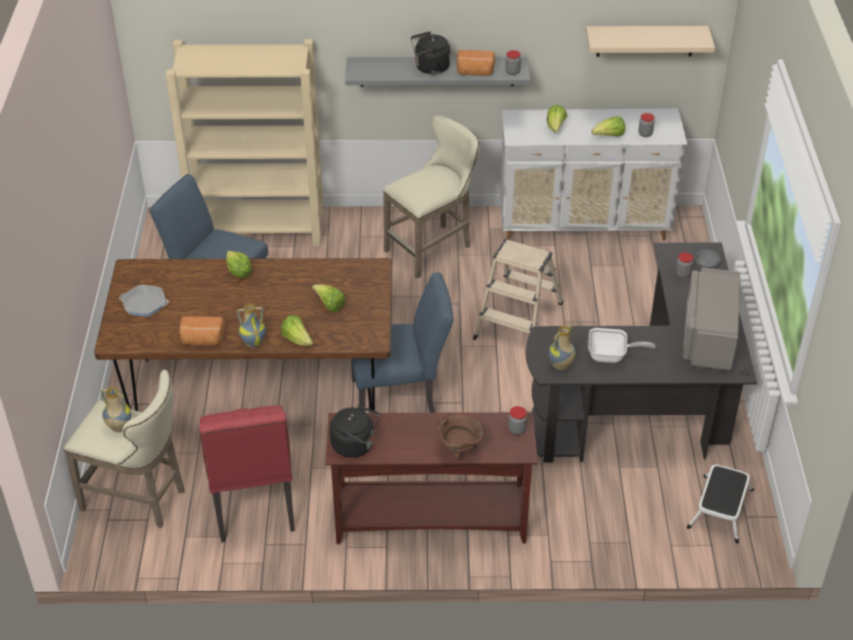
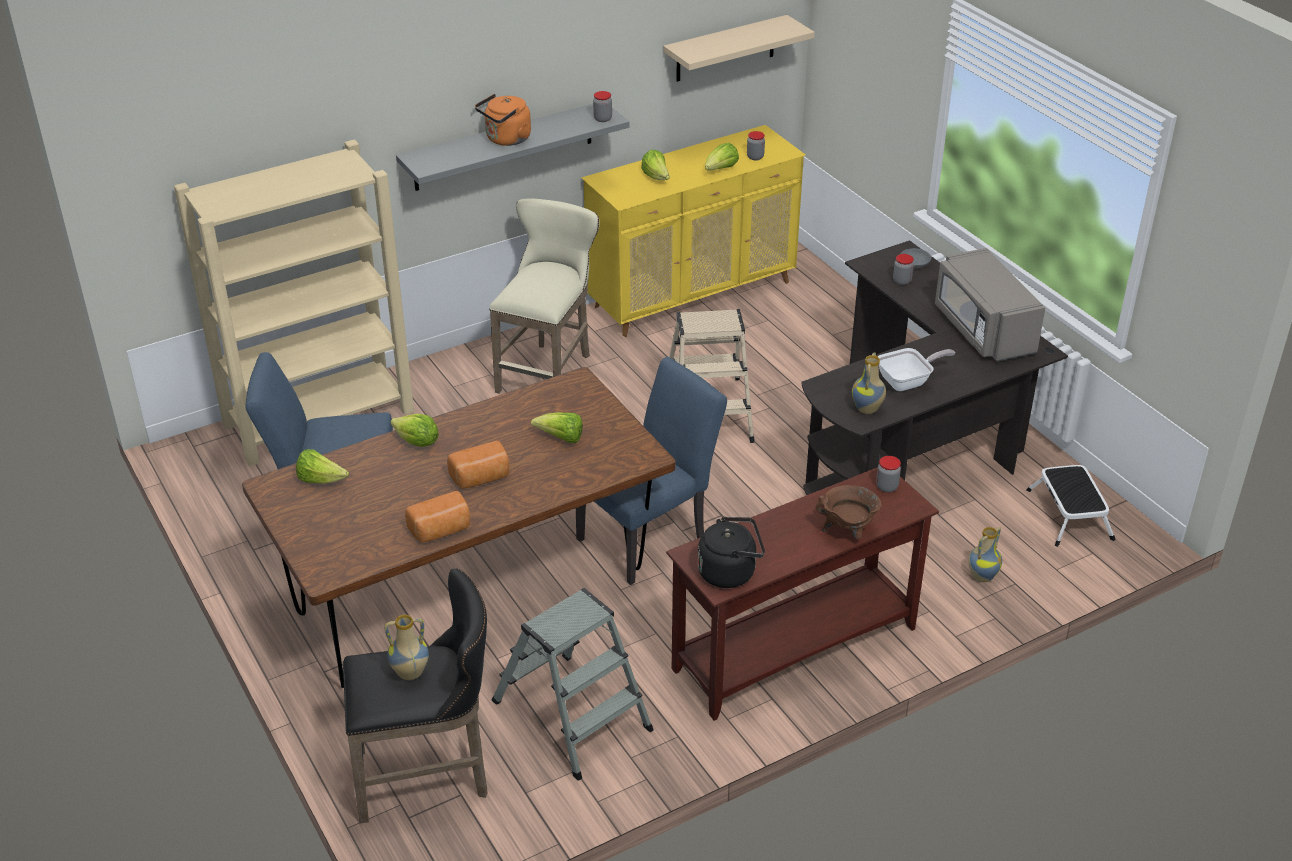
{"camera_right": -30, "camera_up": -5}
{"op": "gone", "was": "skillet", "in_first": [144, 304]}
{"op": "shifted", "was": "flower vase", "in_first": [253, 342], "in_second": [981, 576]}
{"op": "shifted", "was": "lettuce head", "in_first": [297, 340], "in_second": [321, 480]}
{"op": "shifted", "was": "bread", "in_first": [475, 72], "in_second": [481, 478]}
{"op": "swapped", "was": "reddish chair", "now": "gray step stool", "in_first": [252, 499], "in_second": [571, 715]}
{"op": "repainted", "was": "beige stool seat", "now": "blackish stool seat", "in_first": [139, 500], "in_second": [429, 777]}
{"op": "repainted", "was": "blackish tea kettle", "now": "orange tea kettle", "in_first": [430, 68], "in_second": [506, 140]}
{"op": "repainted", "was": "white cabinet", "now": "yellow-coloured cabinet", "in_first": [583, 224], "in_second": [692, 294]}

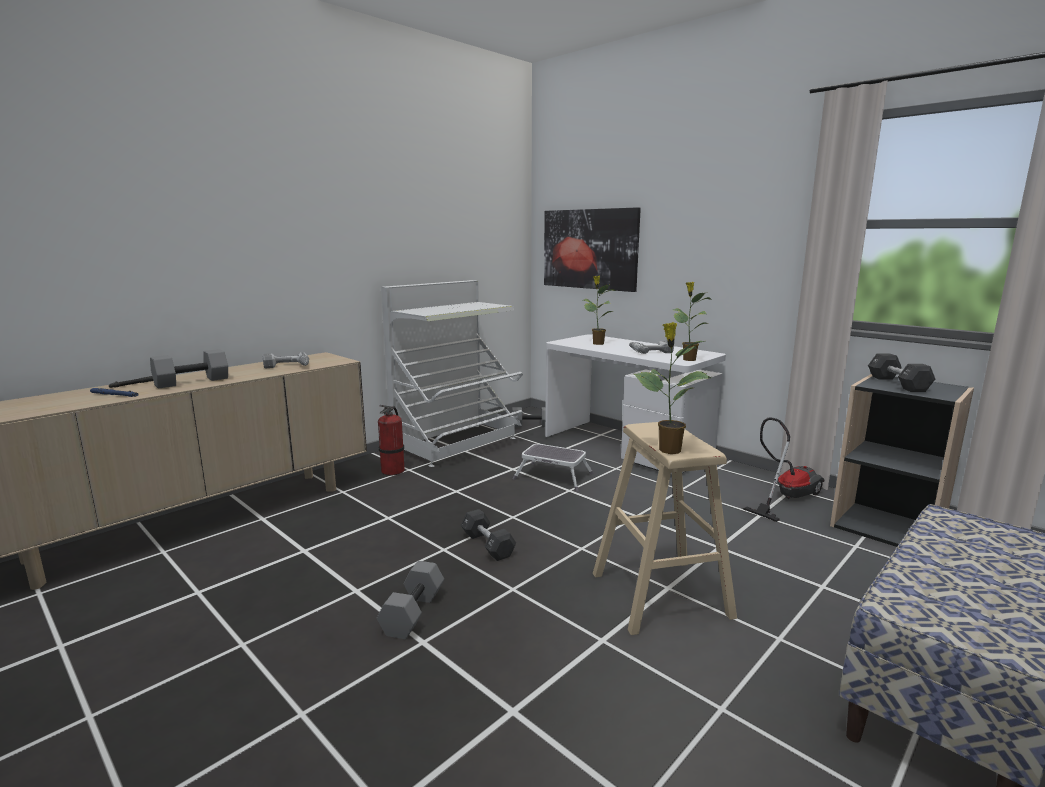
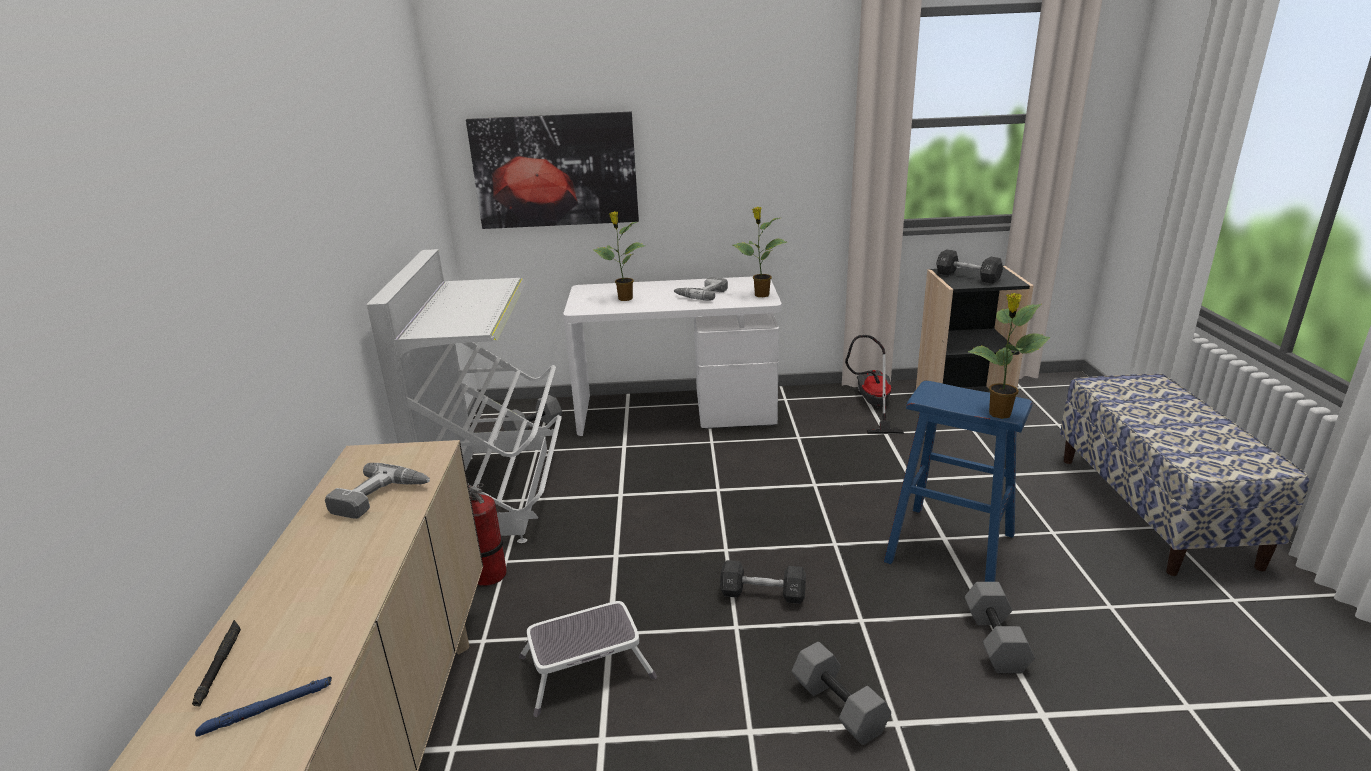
{"camera_right": -45, "camera_up": 10}
{"op": "shifted", "was": "gray free weight", "in_first": [191, 382], "in_second": [997, 641]}
{"op": "shifted", "was": "gray step stool", "in_first": [553, 476], "in_second": [586, 667]}
{"op": "repainted", "was": "beige stool seat", "now": "blue stool seat", "in_first": [660, 595], "in_second": [950, 548]}

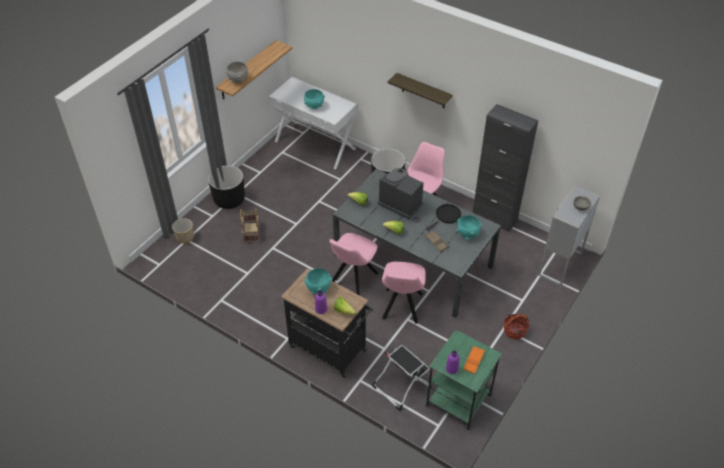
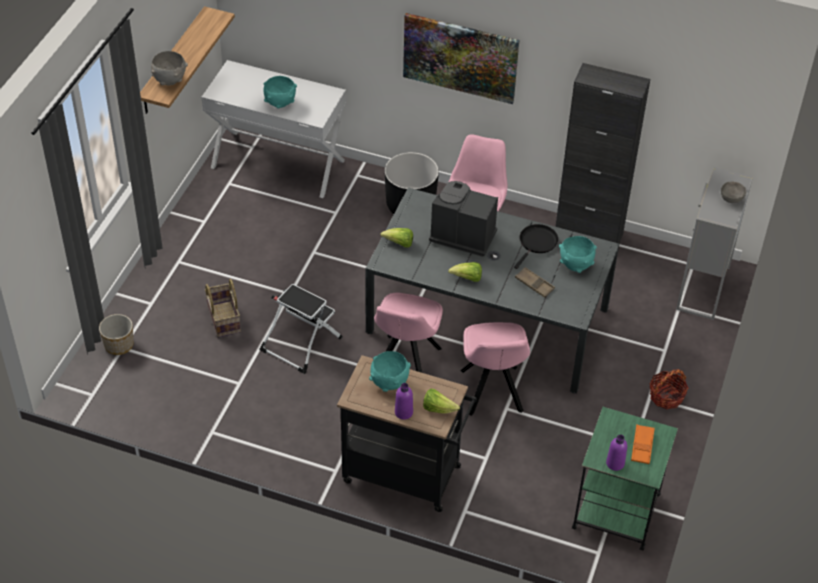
{"camera_right": -15, "camera_up": 0}
{"op": "gone", "was": "blackish planter", "in_first": [229, 199]}
{"op": "shifted", "was": "step stool", "in_first": [402, 384], "in_second": [300, 341]}
{"op": "swapped", "was": "wall shelf", "now": "wall picture", "in_first": [423, 91], "in_second": [460, 57]}

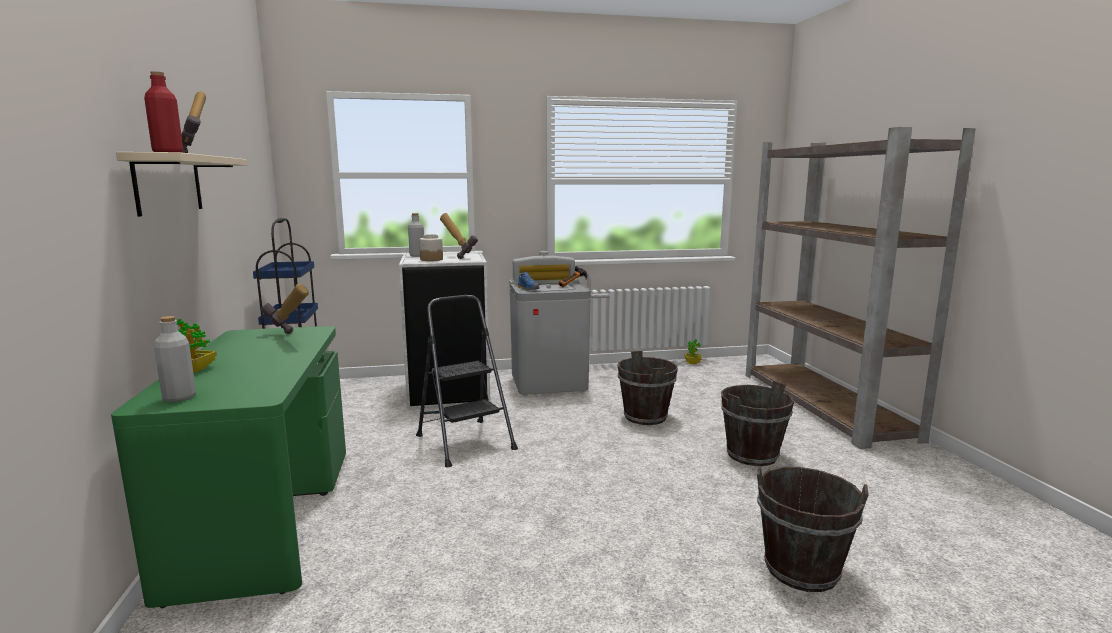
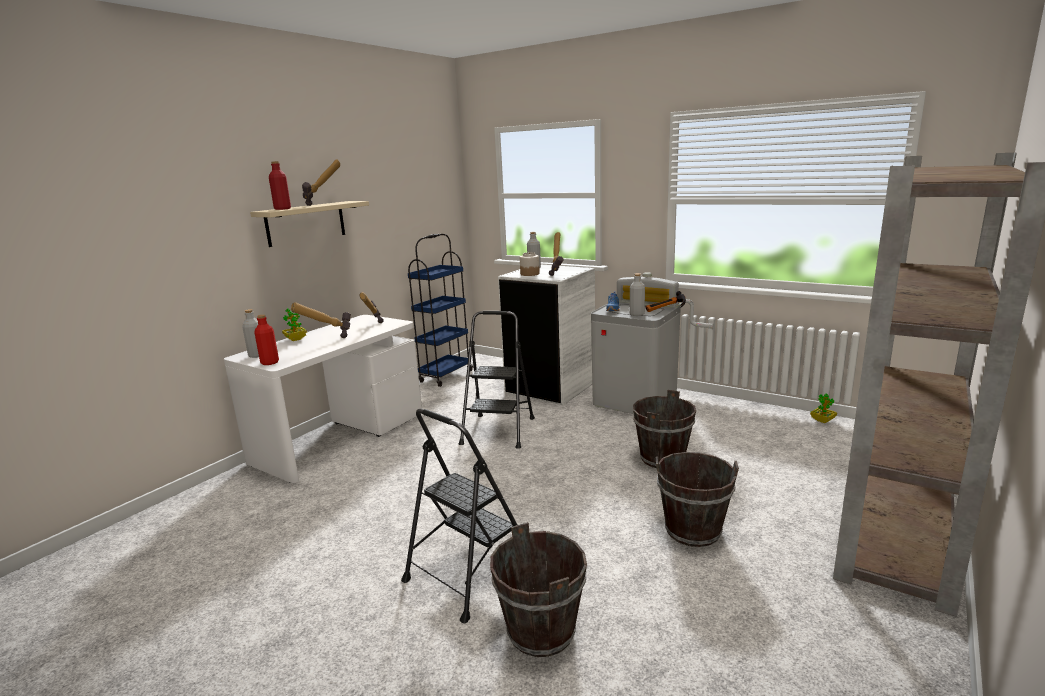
{"camera_right": 45, "camera_up": 5}
{"op": "new", "now": "reddish beverage bottle", "in_second": [270, 362]}
{"op": "new", "now": "tool hammer", "in_second": [326, 340]}
{"op": "new", "now": "blackish step stool", "in_second": [468, 573]}
{"op": "new", "now": "gray beverage bottle", "in_second": [637, 314]}
{"op": "repainted", "was": "greenish desk unit", "now": "white desk unit", "in_first": [266, 515], "in_second": [341, 437]}

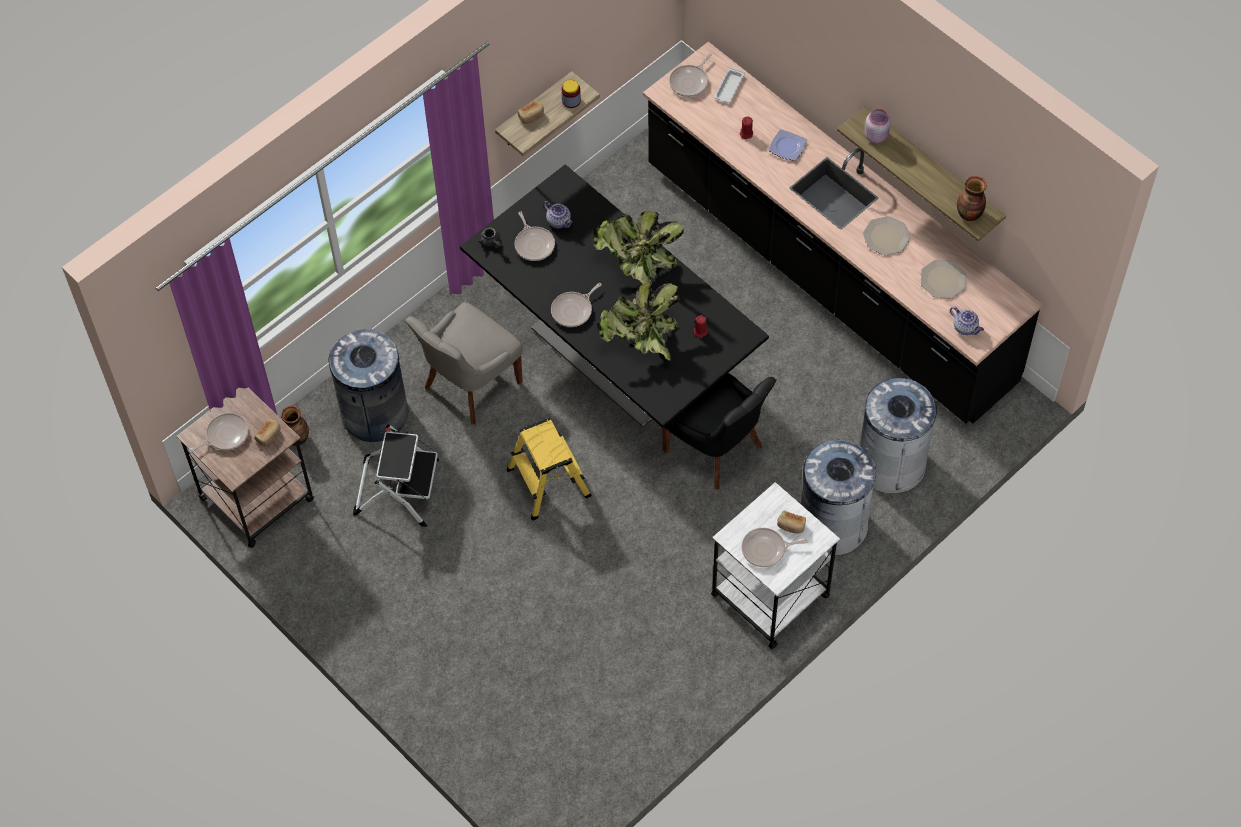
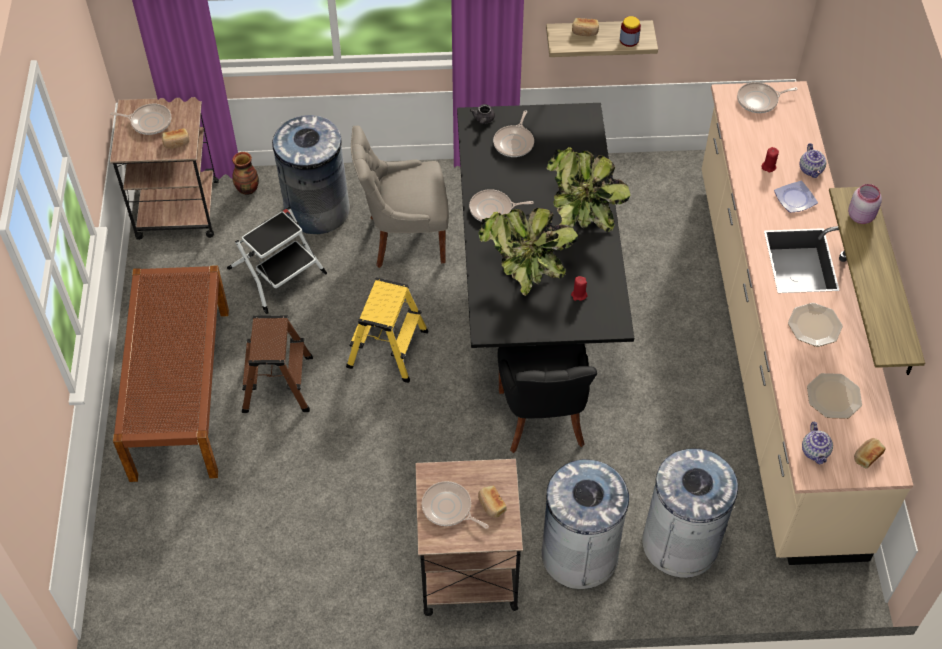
{"camera_right": 40, "camera_up": -5}
{"op": "gone", "was": "white serving tray", "in_first": [729, 88]}
{"op": "gone", "was": "flower vase", "in_first": [969, 214]}
{"op": "new", "now": "brownish long seat", "in_second": [180, 392]}
{"op": "new", "now": "brownish step stool", "in_second": [277, 383]}
{"op": "new", "now": "bread", "in_second": [867, 456]}
{"op": "shifted", "was": "tea pot", "in_first": [559, 221], "in_second": [811, 170]}
{"op": "repainted", "was": "blackish kitchen base unit", "now": "beige kitchen base unit", "in_first": [827, 274], "in_second": [773, 352]}
{"op": "repainted", "was": "white cart", "now": "brownish cart", "in_first": [769, 597], "in_second": [466, 570]}

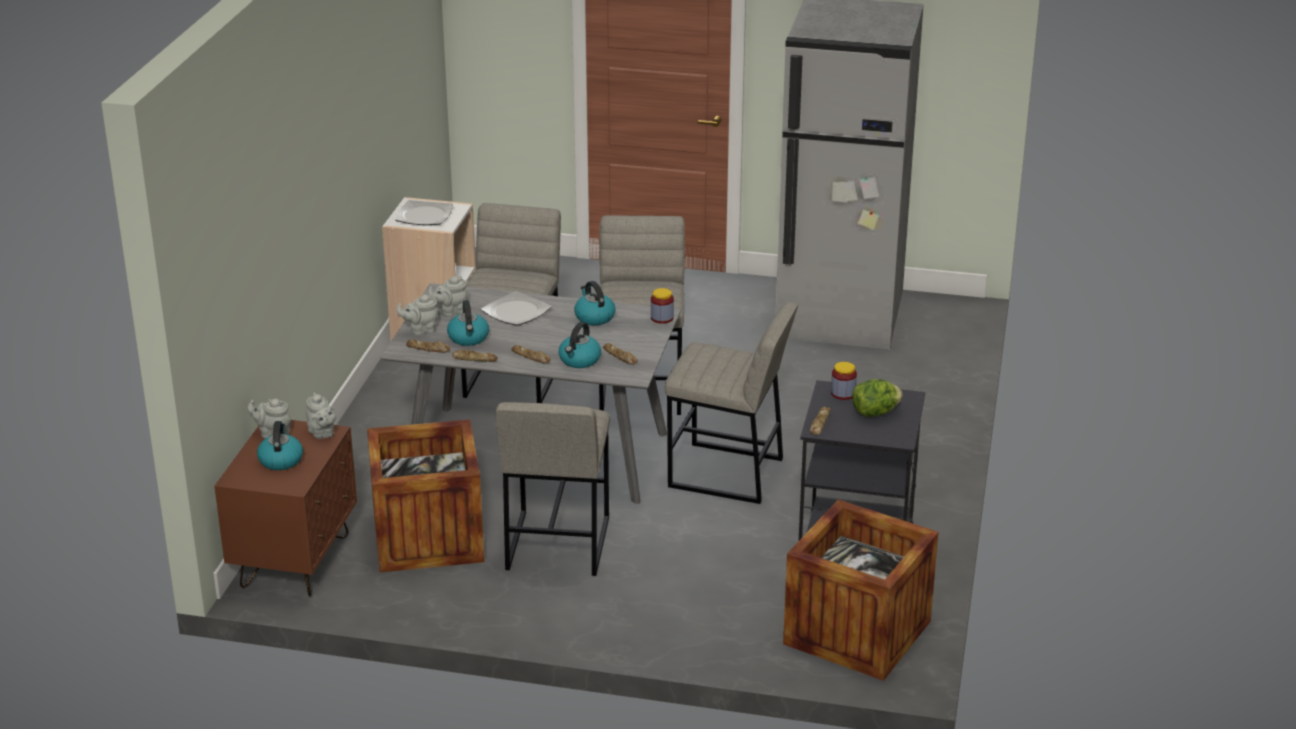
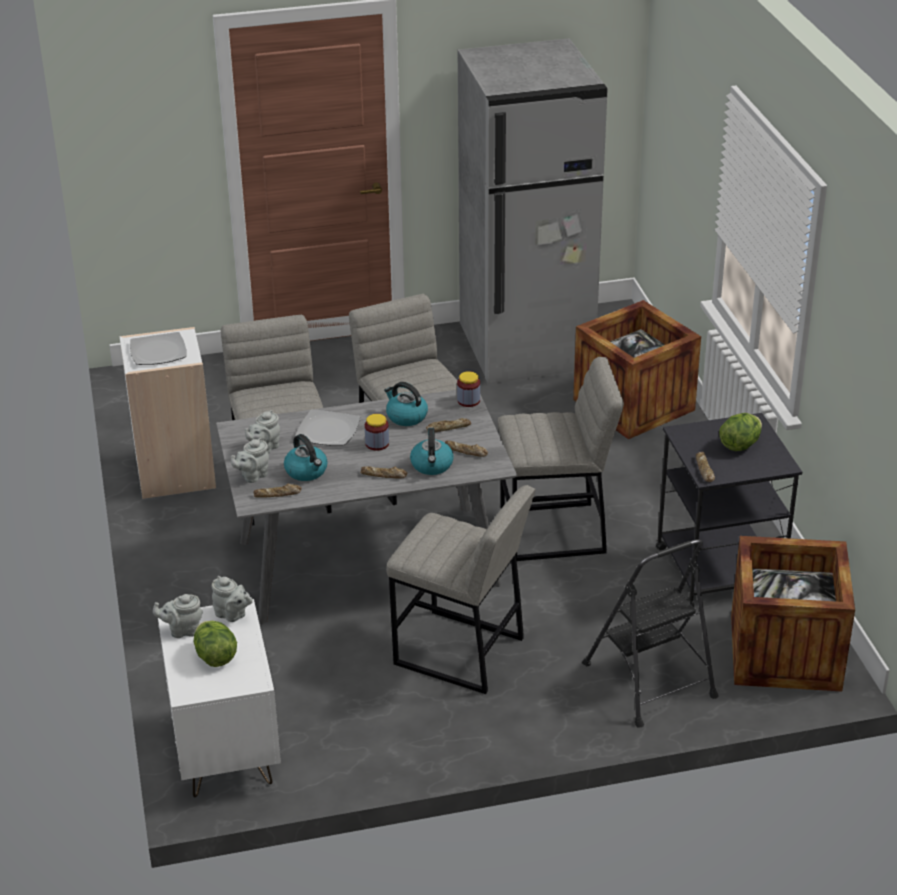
{"camera_right": -25, "camera_up": 5}
{"op": "new", "now": "blackish step stool", "in_second": [651, 681]}
{"op": "shifted", "was": "packing crate", "in_first": [428, 537], "in_second": [633, 405]}
{"op": "shifted", "was": "bread", "in_first": [474, 359], "in_second": [448, 428]}
{"op": "shifted", "was": "jar", "in_first": [843, 393], "in_second": [377, 444]}
{"op": "swapped", "was": "tea kettle", "now": "lettuce head", "in_first": [280, 460], "in_second": [215, 657]}
{"op": "repainted", "was": "brownish nightstand", "now": "white nightstand", "in_first": [295, 561], "in_second": [225, 751]}
{"op": "rotated", "was": "gray chair", "in_first": [557, 545], "in_second": [462, 652], "clockwise": -45}

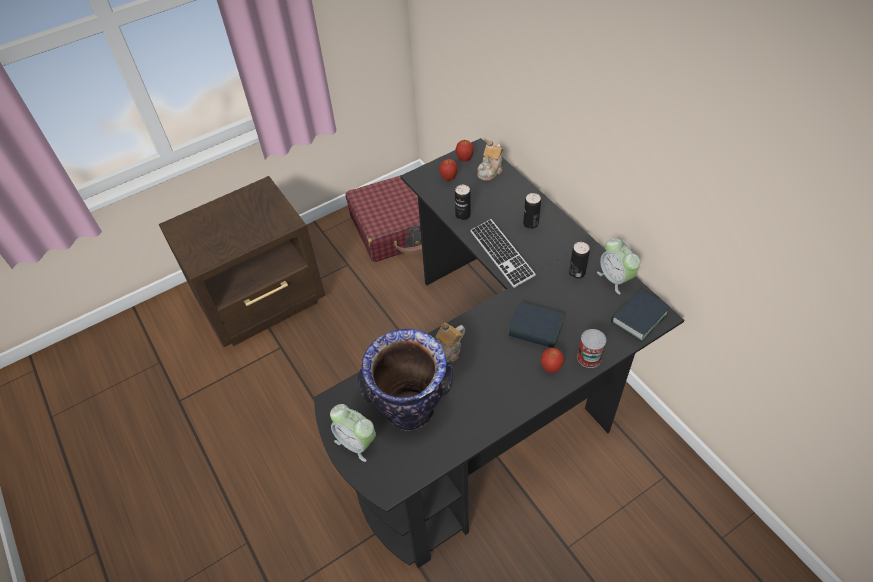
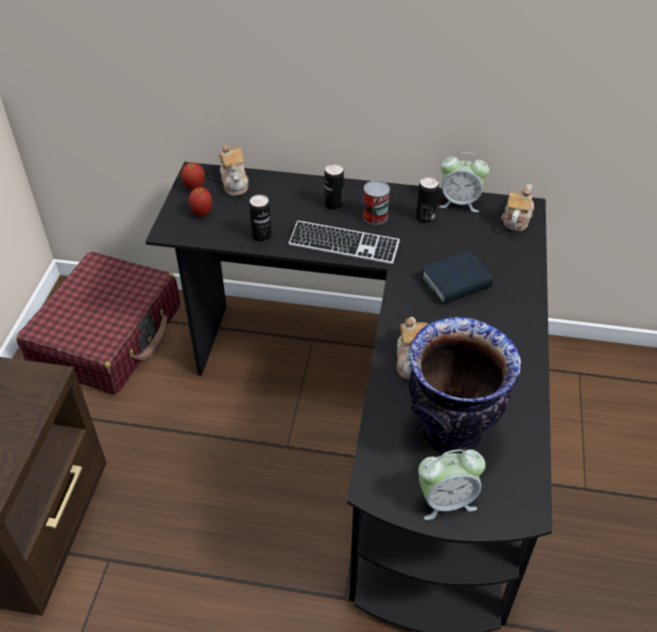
{"camera_right": -50, "camera_up": -5}
{"op": "gone", "was": "whole apple", "in_first": [550, 368]}
{"op": "shifted", "was": "metal can", "in_first": [589, 357], "in_second": [375, 216]}
{"op": "swapped", "was": "bound book", "now": "tea pot", "in_first": [638, 318], "in_second": [516, 219]}

